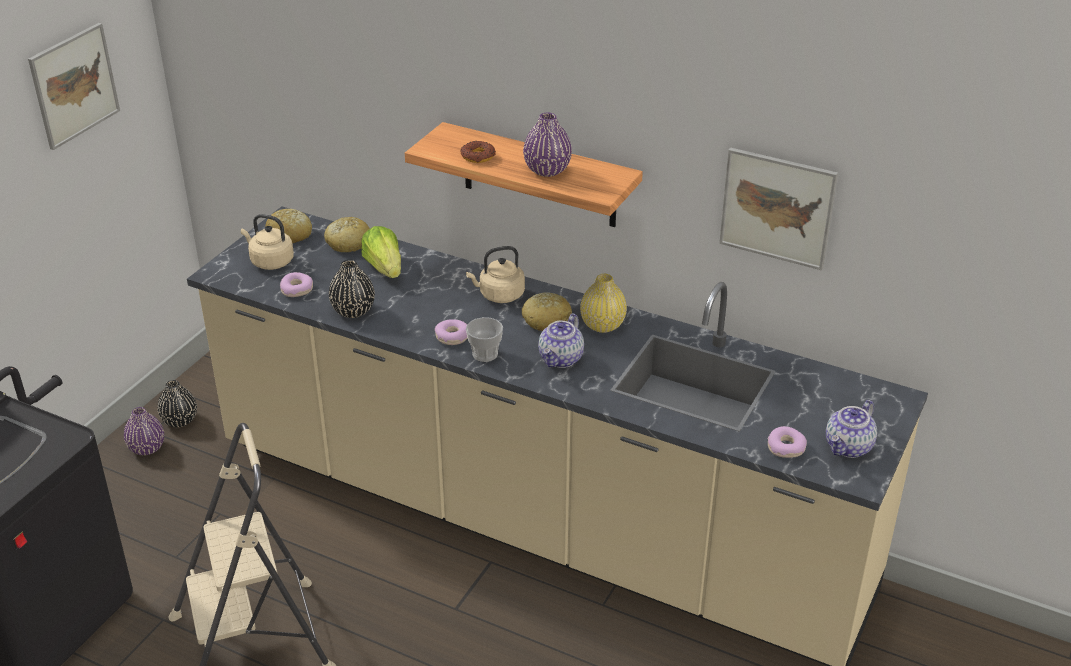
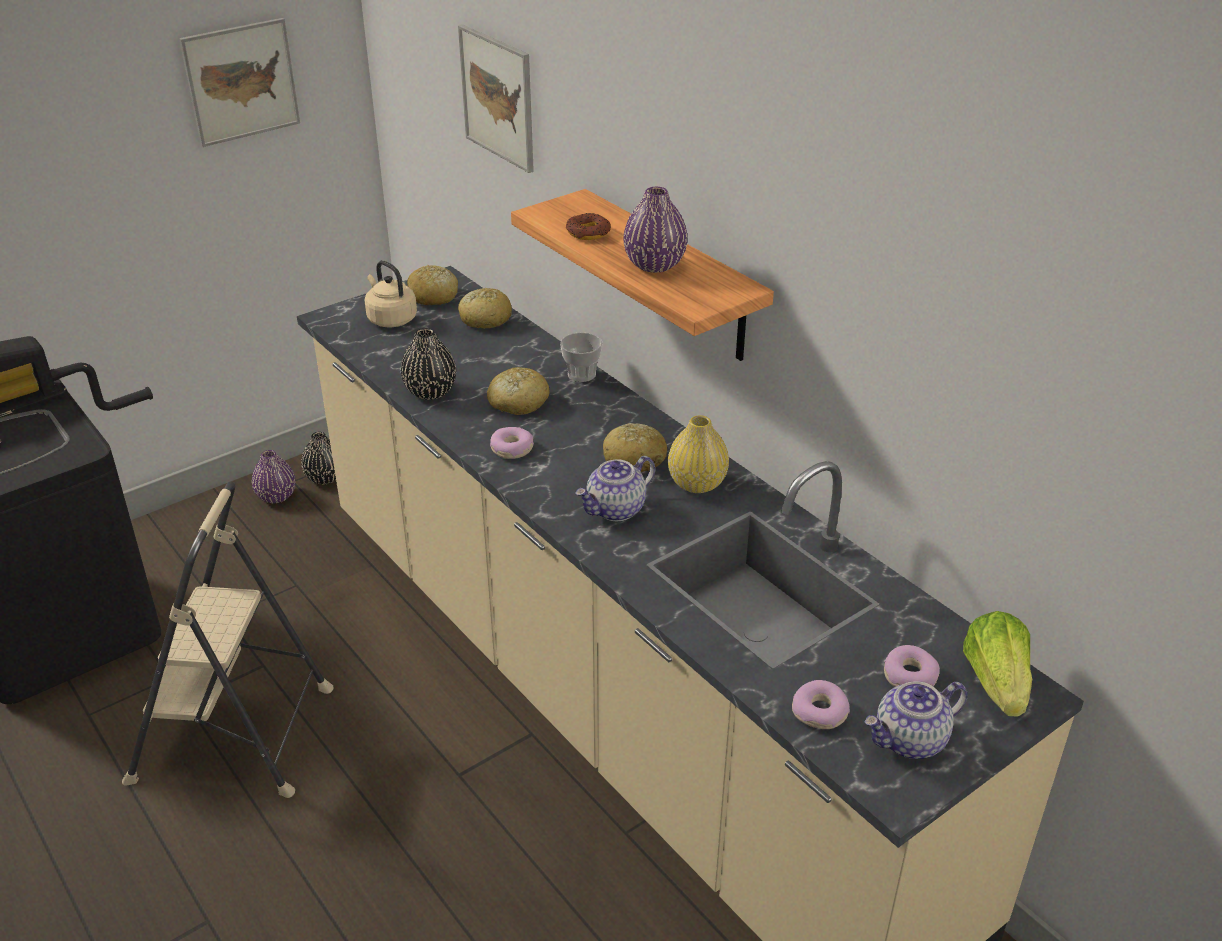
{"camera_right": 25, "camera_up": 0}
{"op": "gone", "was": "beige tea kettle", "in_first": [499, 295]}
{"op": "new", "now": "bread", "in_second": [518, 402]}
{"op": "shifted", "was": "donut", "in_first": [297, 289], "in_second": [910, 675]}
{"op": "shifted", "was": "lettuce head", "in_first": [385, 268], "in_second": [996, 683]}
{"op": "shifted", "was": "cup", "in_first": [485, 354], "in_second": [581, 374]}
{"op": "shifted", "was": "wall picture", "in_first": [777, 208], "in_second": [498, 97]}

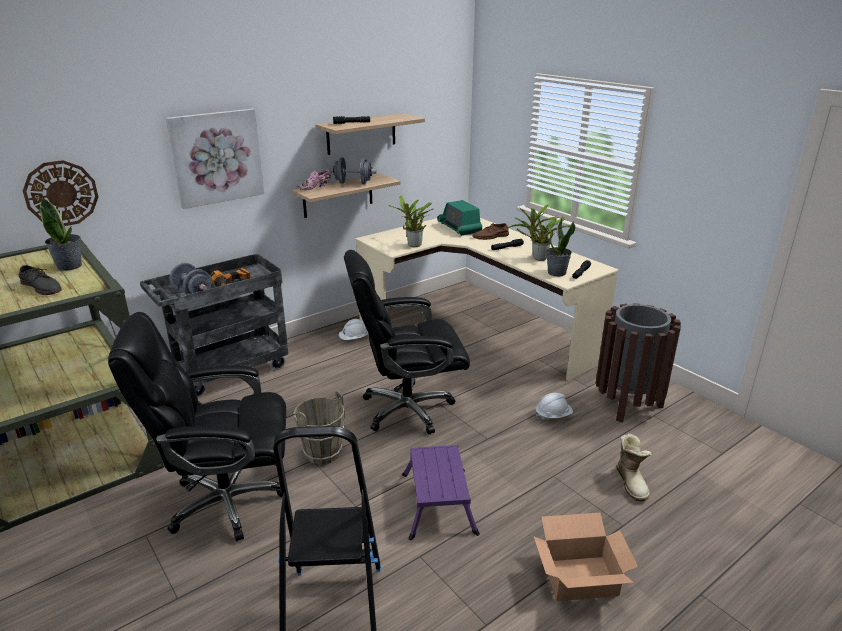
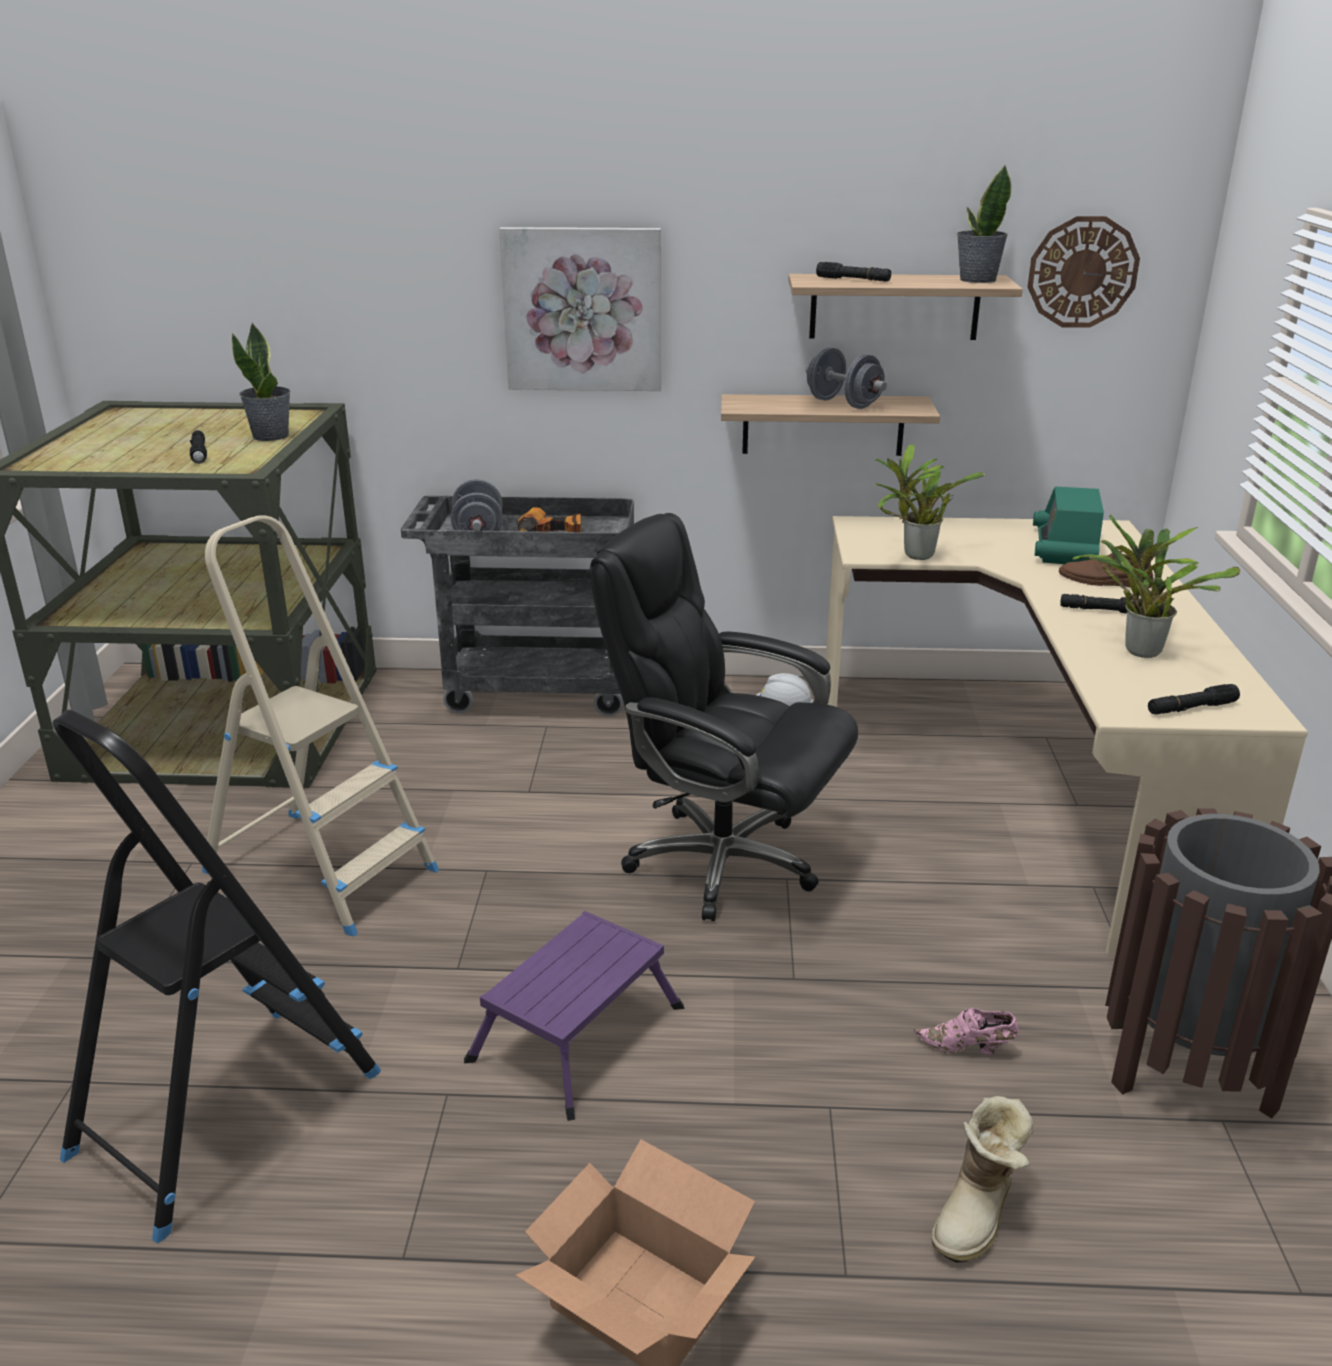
{"camera_right": 40, "camera_up": 0}
{"op": "gone", "was": "brownish bucket", "in_first": [322, 453]}
{"op": "gone", "was": "white safety helmet", "in_first": [553, 416]}
{"op": "shifted", "was": "clock on the wall", "in_first": [61, 193], "in_second": [1082, 272]}
{"op": "shifted", "was": "pinkish shoe", "in_first": [316, 188], "in_second": [967, 1048]}
{"op": "shifted", "was": "plant in a pot", "in_first": [556, 273], "in_second": [977, 280]}
{"op": "swapped", "was": "gray shoe", "now": "blackish flashlight", "in_first": [42, 287], "in_second": [199, 453]}
{"op": "swapped", "was": "blackish desk chair", "now": "beige step stool", "in_first": [229, 501], "in_second": [322, 871]}

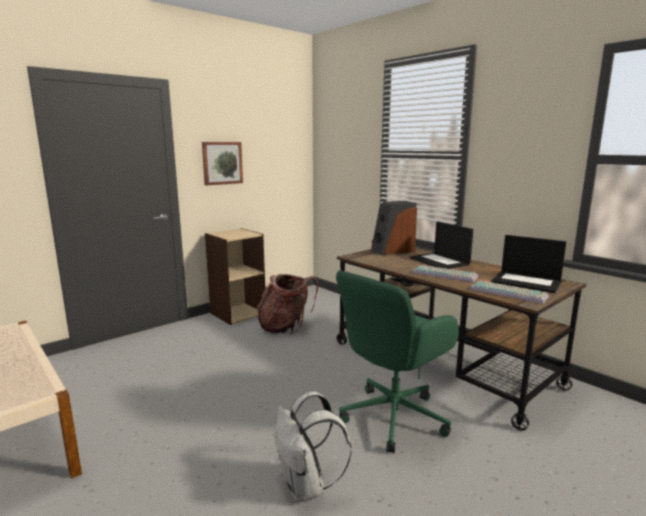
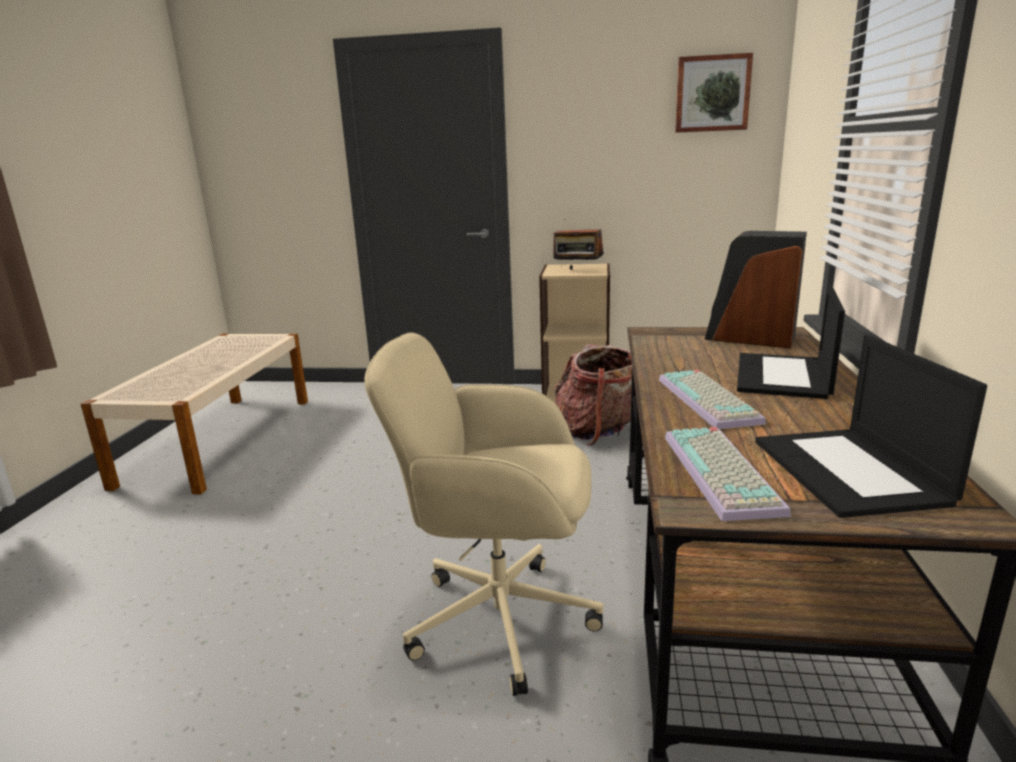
{"camera_right": 50, "camera_up": 5}
{"op": "gone", "was": "white backpack", "in_first": [306, 486]}
{"op": "new", "now": "radio receiver", "in_second": [578, 271]}
{"op": "shifted", "was": "wall picture", "in_first": [222, 163], "in_second": [712, 94]}
{"op": "repainted", "was": "greenish desk chair", "now": "beige desk chair", "in_first": [393, 418], "in_second": [498, 620]}

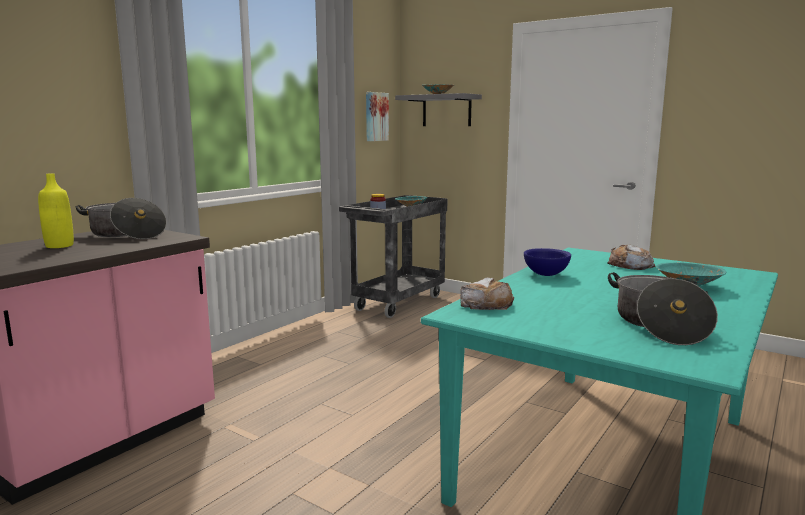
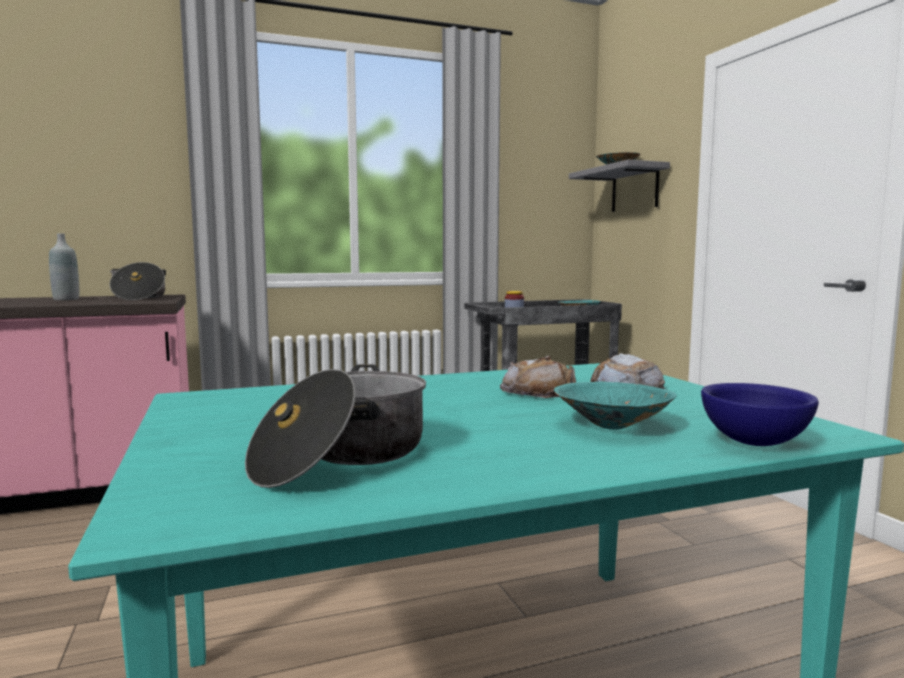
{"camera_right": 35, "camera_up": -5}
{"op": "gone", "was": "wall picture", "in_first": [376, 116]}
{"op": "shifted", "was": "bread", "in_first": [486, 304], "in_second": [539, 391]}
{"op": "shifted", "was": "blue serving bowl", "in_first": [546, 275], "in_second": [755, 443]}
{"op": "repainted", "was": "yellow-coloured beverage bottle", "now": "gray beverage bottle", "in_first": [59, 246], "in_second": [66, 299]}

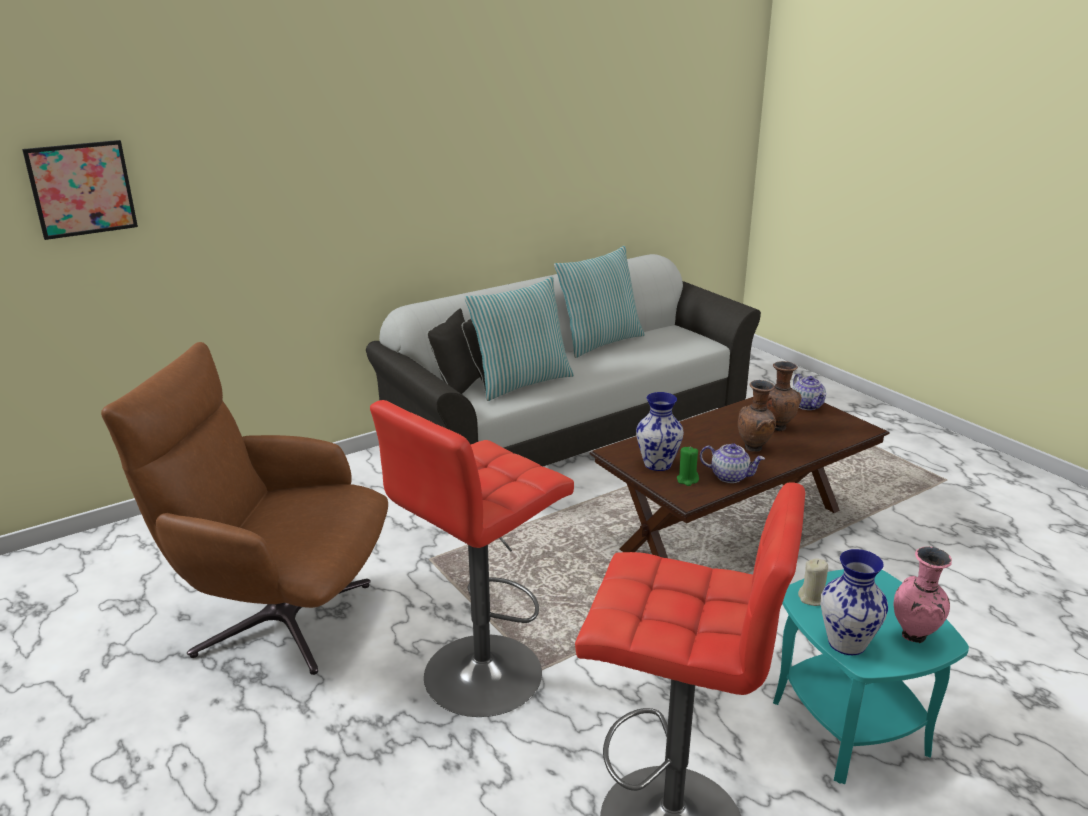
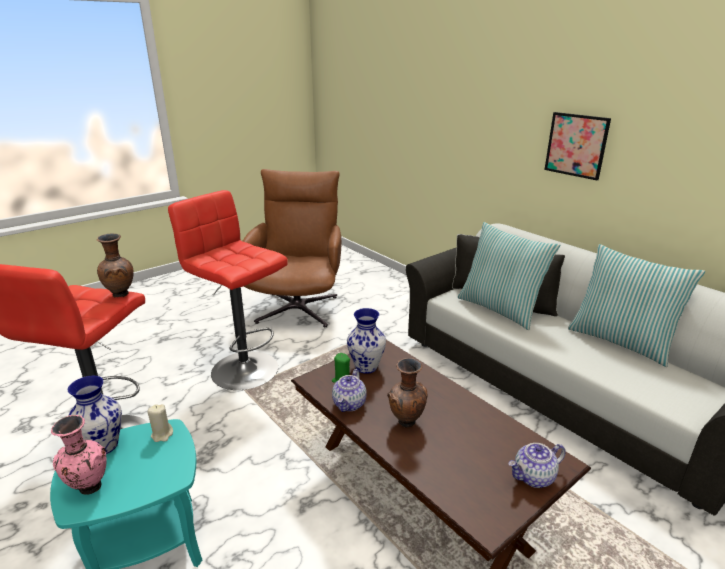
{"camera_right": 85, "camera_up": 0}
{"op": "shifted", "was": "wall picture", "in_first": [82, 189], "in_second": [576, 145]}
{"op": "shifted", "was": "brownish flower vase", "in_first": [777, 427], "in_second": [121, 295]}

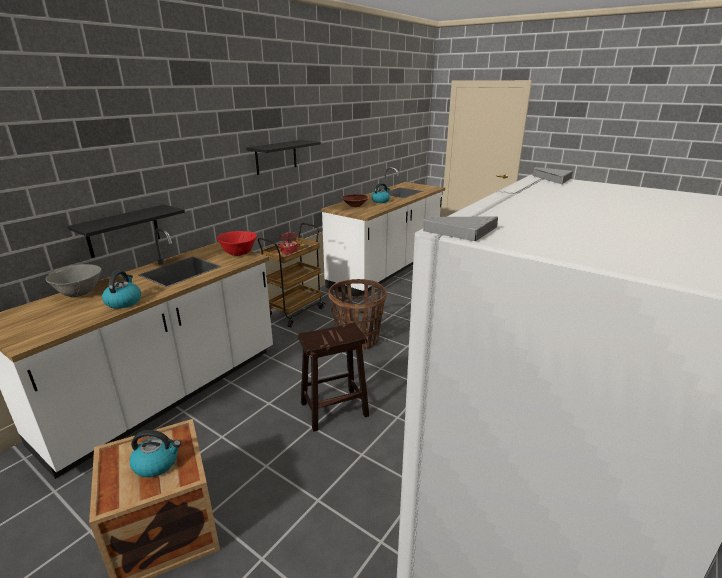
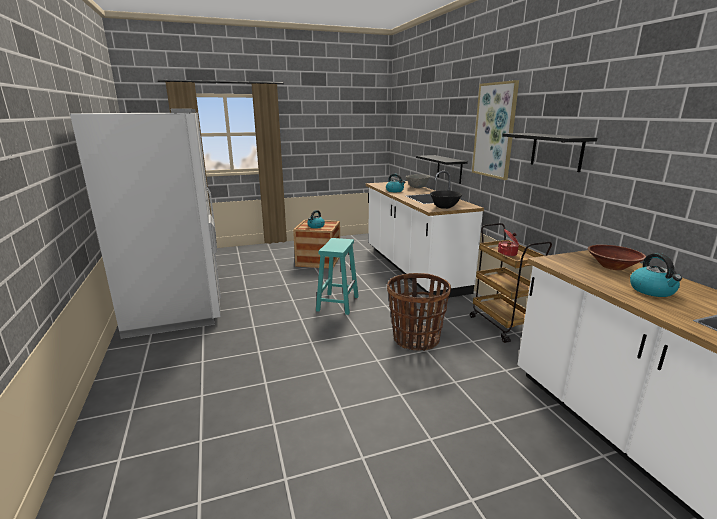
{"camera_right": 125, "camera_up": -5}
{"op": "new", "now": "wall picture", "in_second": [495, 130]}
{"op": "repainted", "was": "reddish serving bowl", "now": "blackish serving bowl", "in_first": [238, 253], "in_second": [445, 208]}
{"op": "repainted", "was": "brownish stool seat", "now": "turquoise stool seat", "in_first": [333, 410], "in_second": [338, 303]}

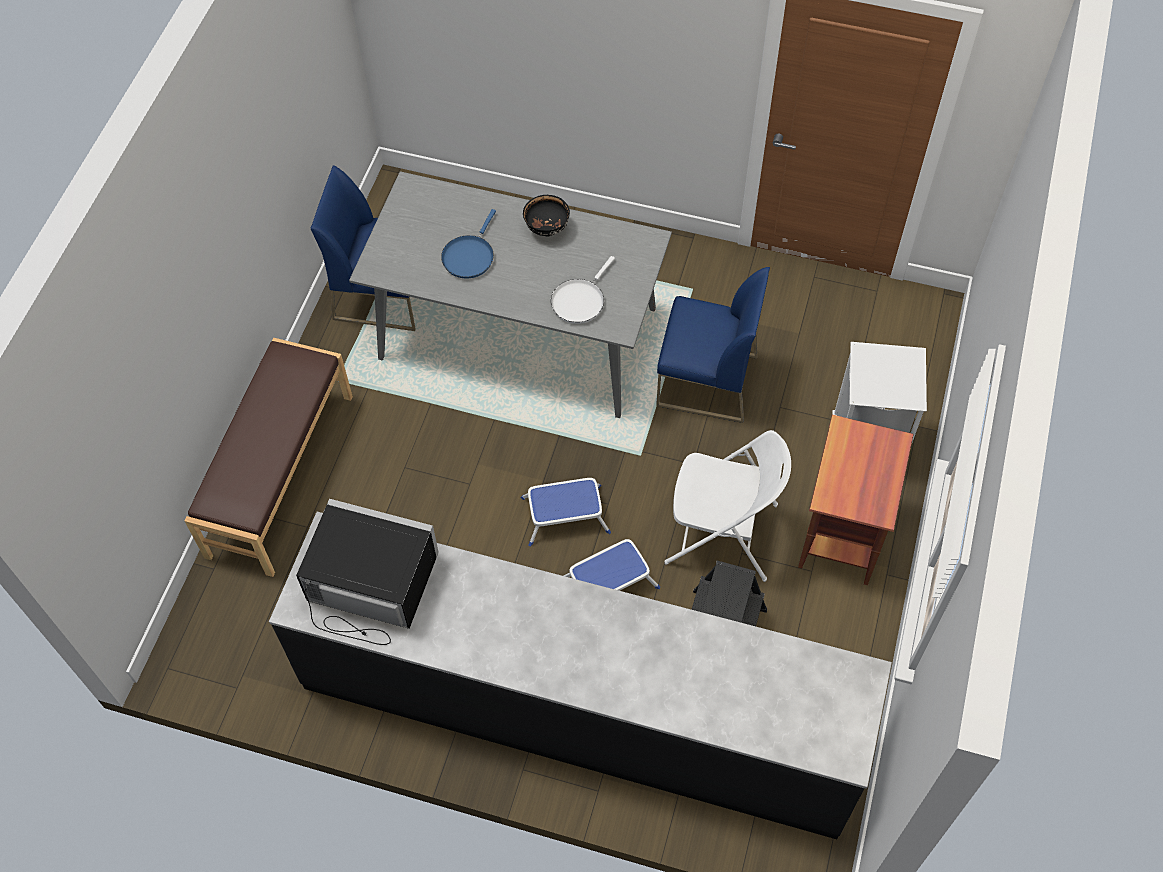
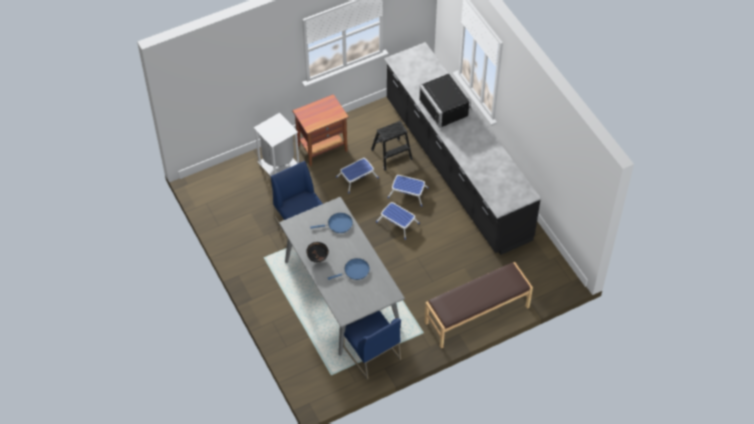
{"camera_right": -135, "camera_up": -5}
{"op": "shifted", "was": "blackish microwave oven", "in_first": [369, 586], "in_second": [446, 108]}
{"op": "swapped", "was": "white chair", "now": "blue step stool", "in_first": [721, 534], "in_second": [357, 177]}
{"op": "repainted", "was": "white skillet", "now": "blue skillet", "in_first": [579, 300], "in_second": [338, 224]}

